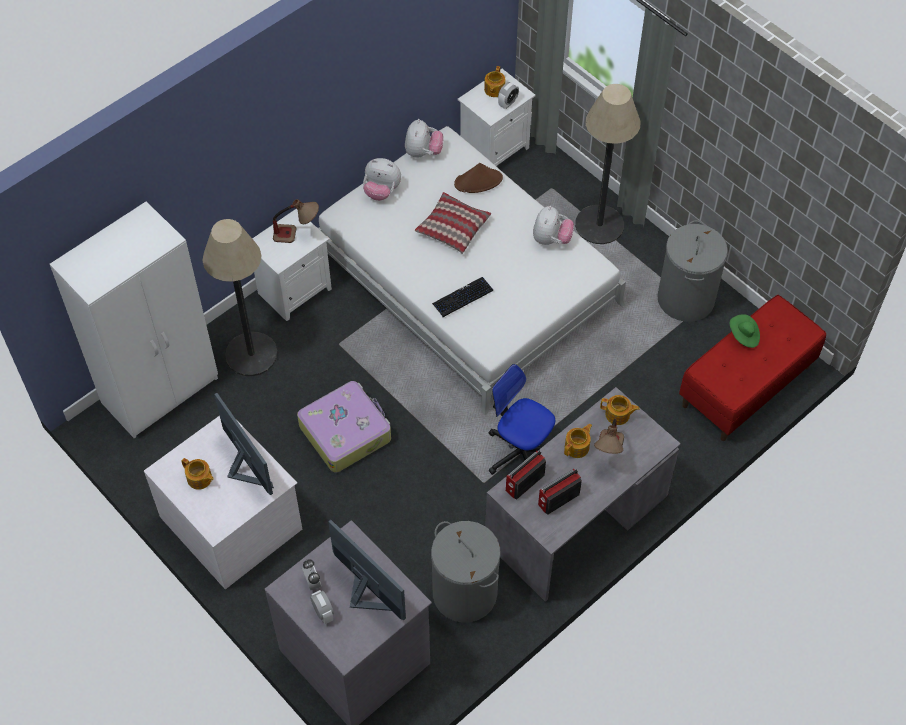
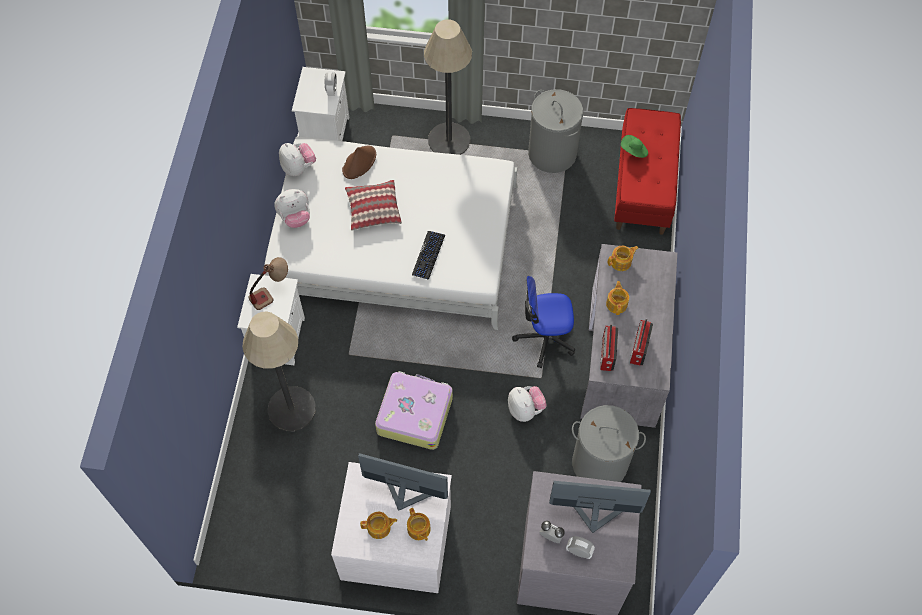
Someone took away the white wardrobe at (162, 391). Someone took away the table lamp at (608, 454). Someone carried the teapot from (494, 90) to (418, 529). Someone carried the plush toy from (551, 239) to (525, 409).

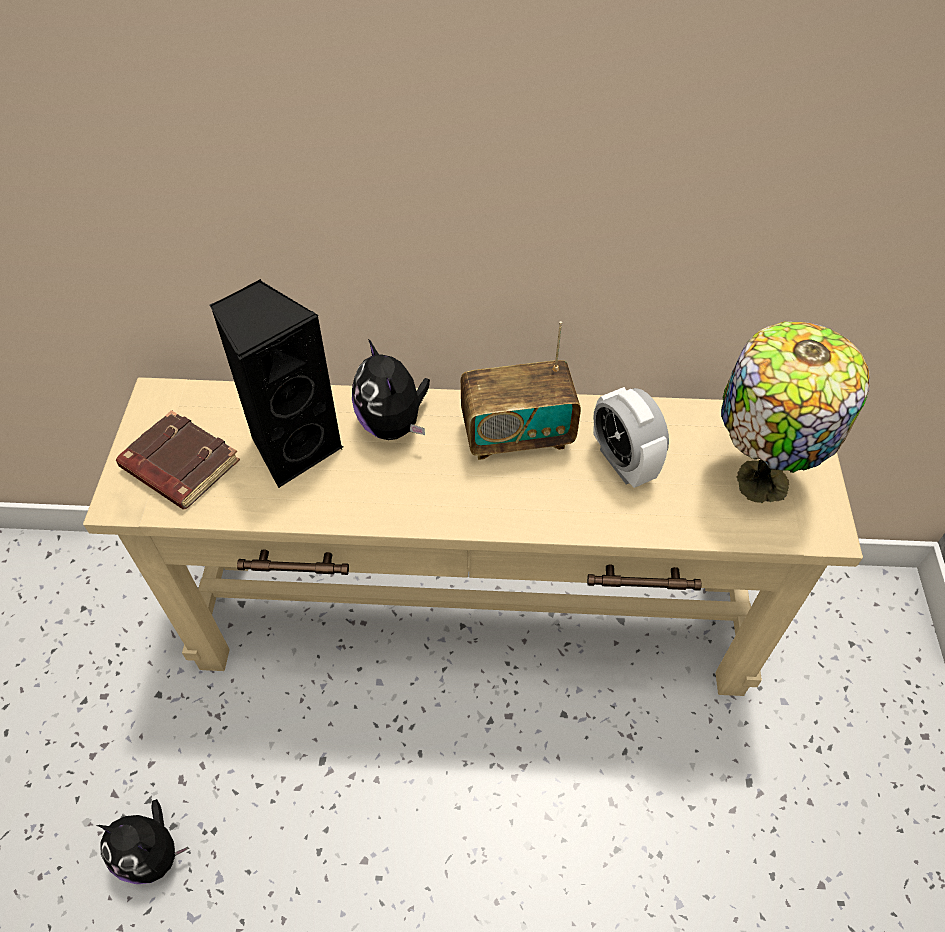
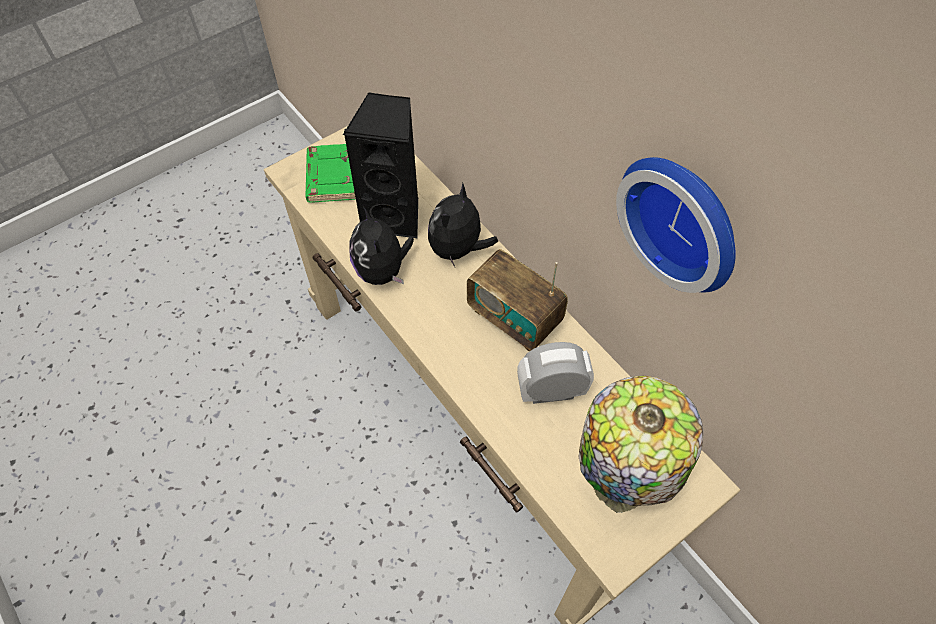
Someone put up the wall clock at (684, 219). Someone carried the plush toy from (152, 854) to (382, 271). Someone repainted the brown book at (178, 466), which became the green book at (334, 177). Someone rotated the alarm clock at (623, 462) by 60 degrees clockwise.

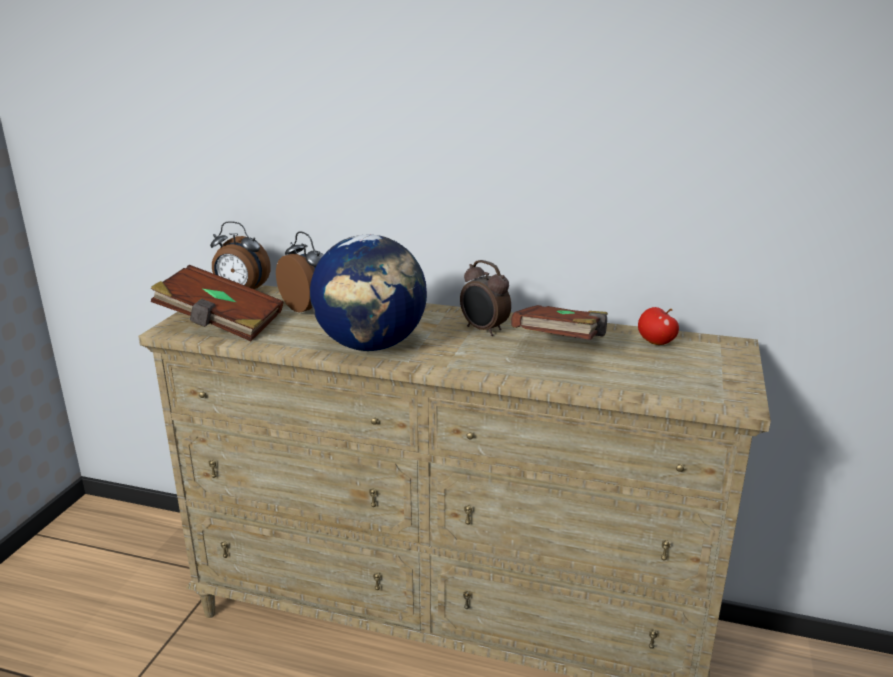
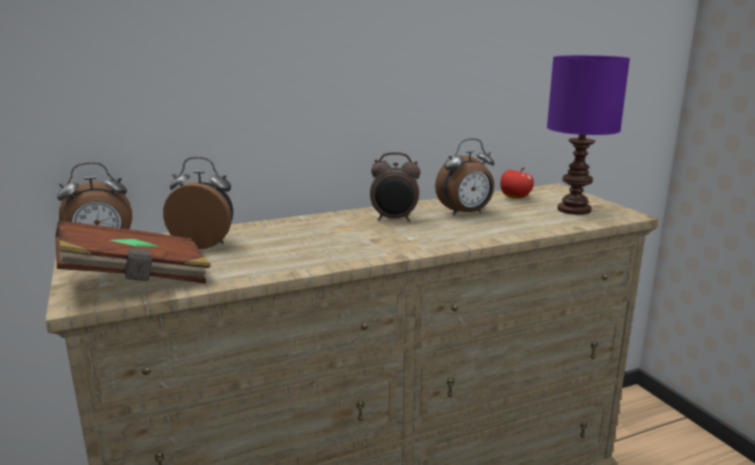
Someone took away the globe at (371, 346). Someone put down the purple table lamp at (575, 209). Someone swapped the brown book at (562, 344) for the alarm clock at (465, 213).

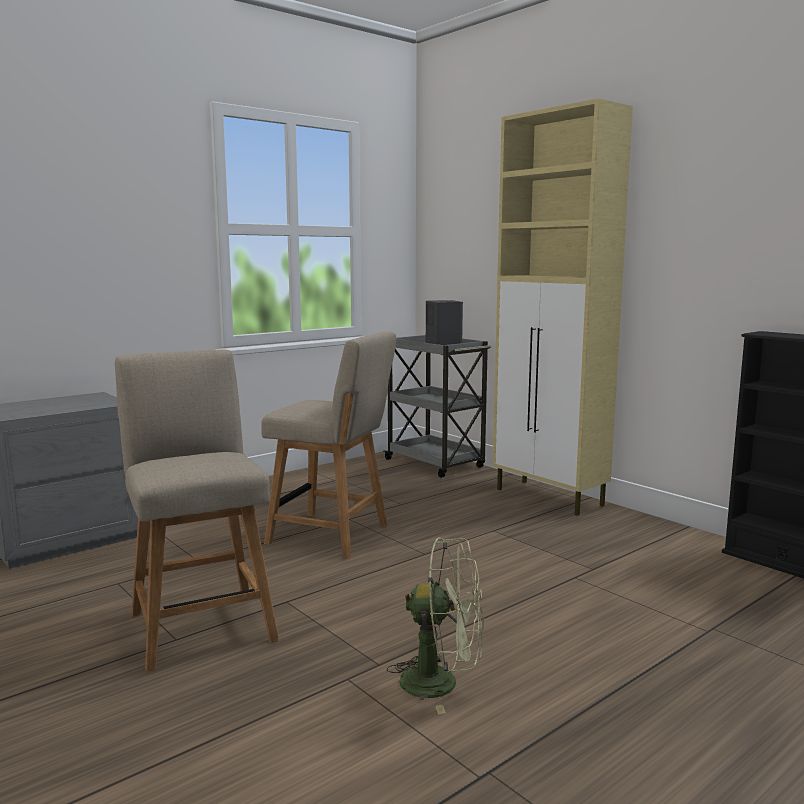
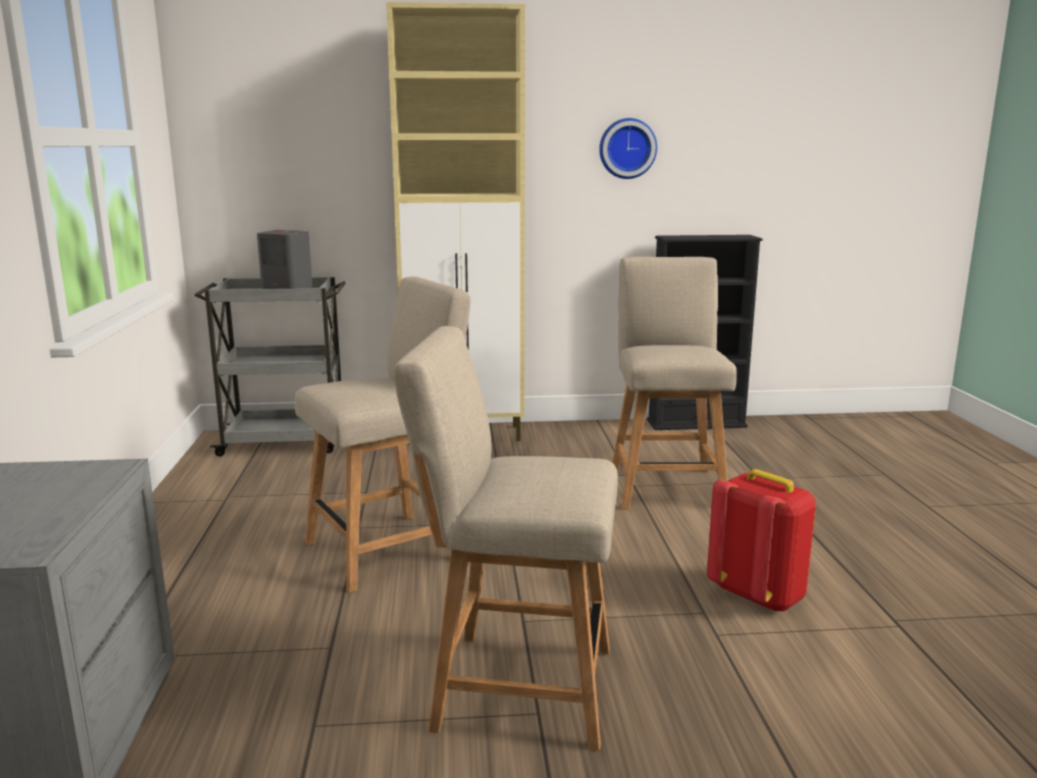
Someone put up the wall clock at (627, 148). Someone put down the beige chair at (665, 486). Someone swapped the green fan at (442, 683) for the red backpack at (758, 595).

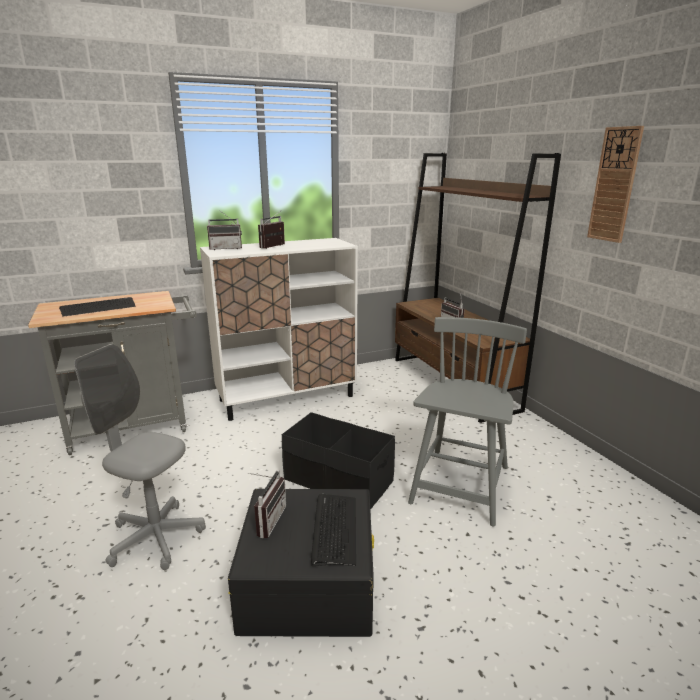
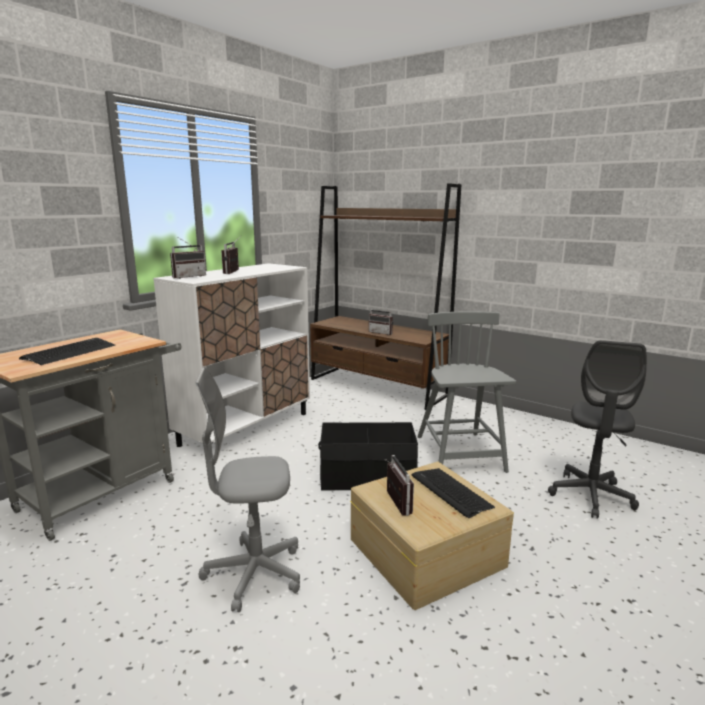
Someone took away the wall clock at (614, 185). Someone put down the grey office chair at (591, 496). Someone repainted the black storage box at (309, 580), which became the beige storage box at (425, 551).

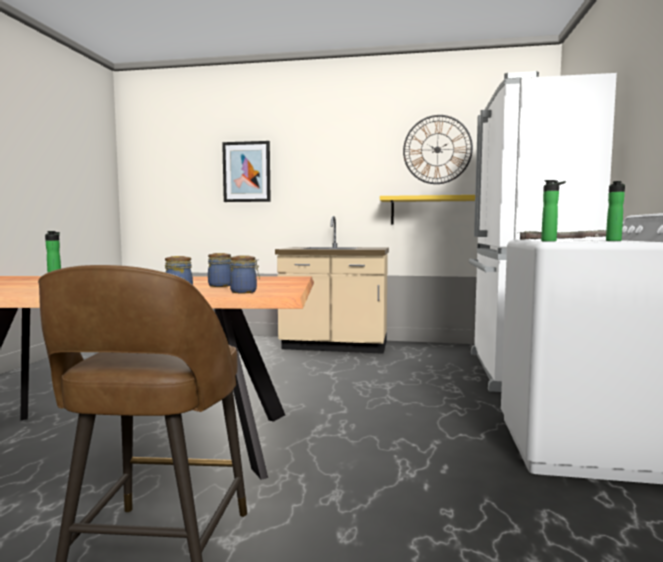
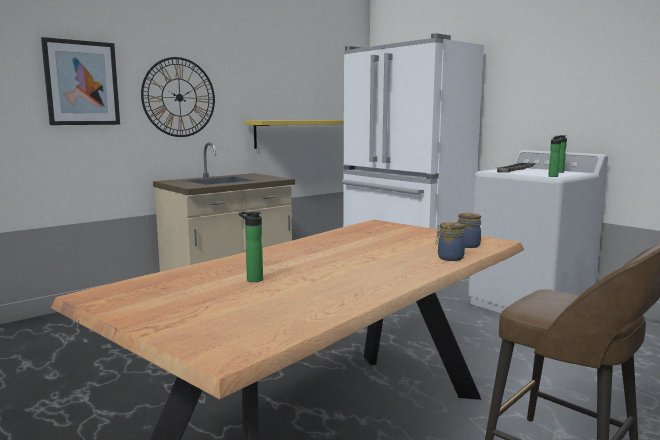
Someone took away the jar at (221, 285). Someone carried the wall clock from (437, 149) to (179, 97).

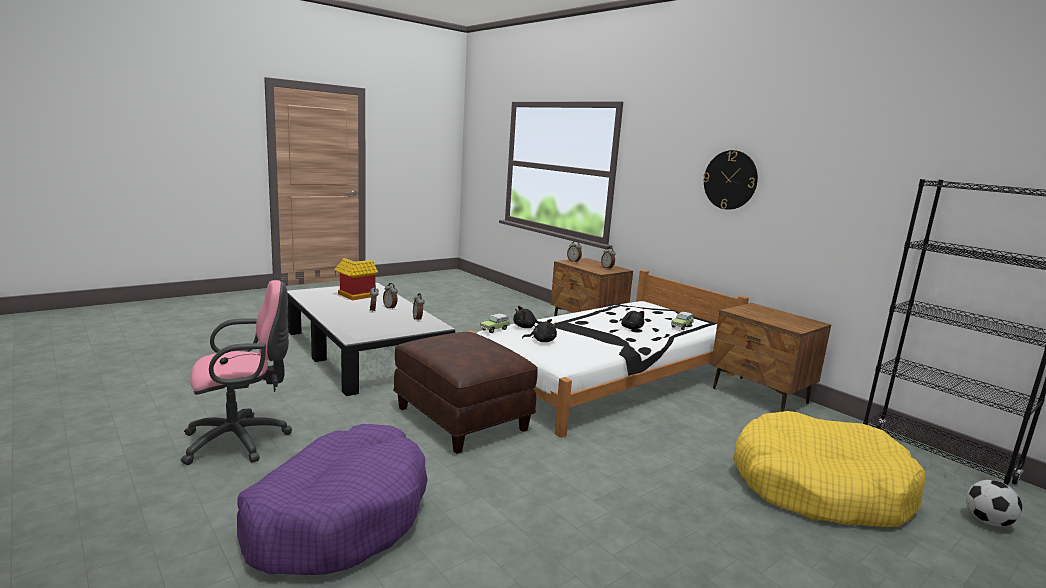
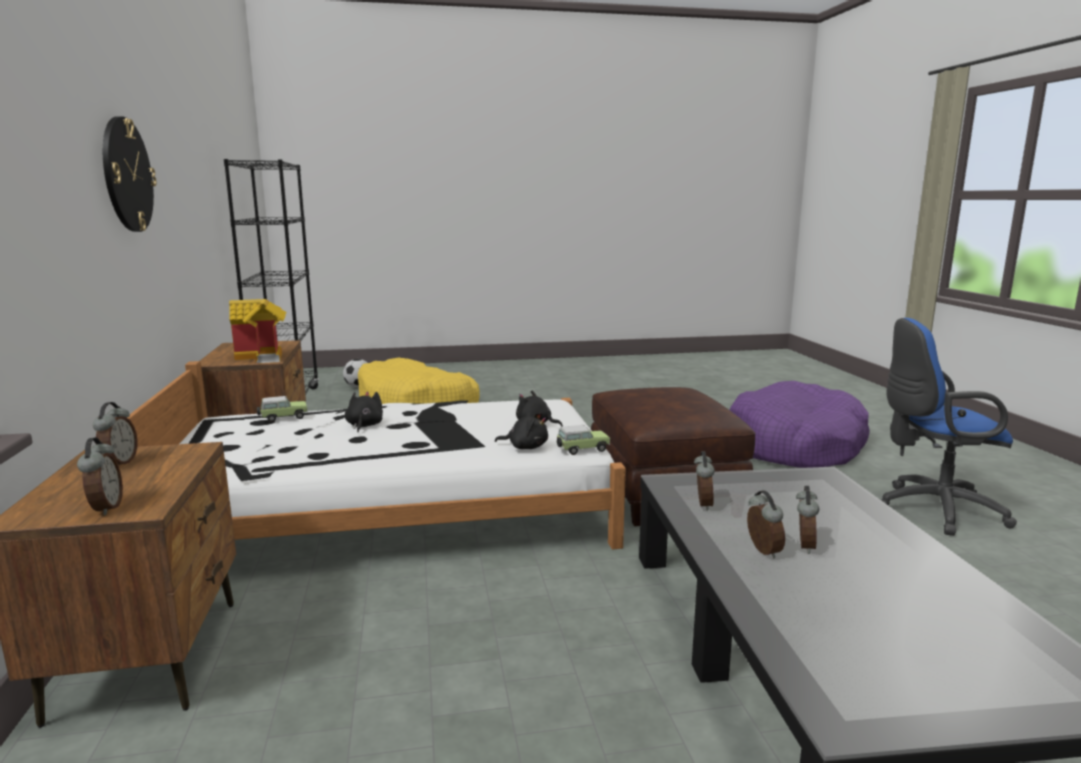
Someone carried the toy house from (354, 296) to (265, 357). Someone repainted the pink office chair at (242, 440), which became the blue office chair at (932, 510).

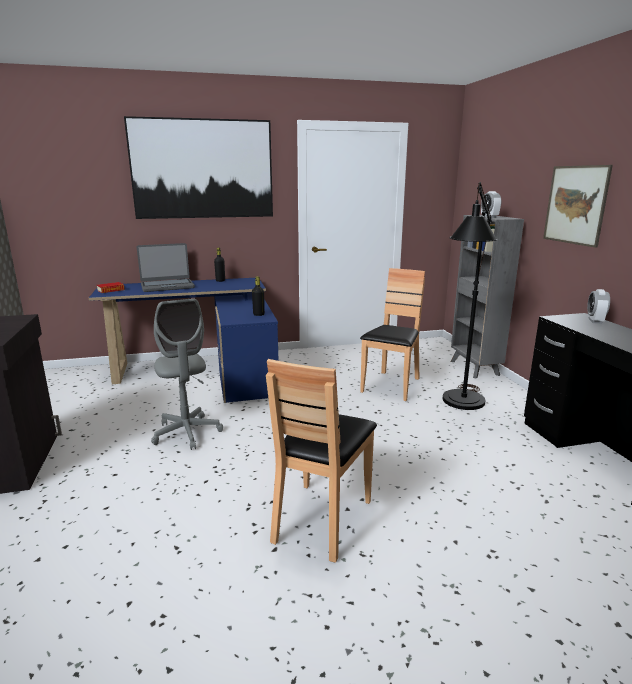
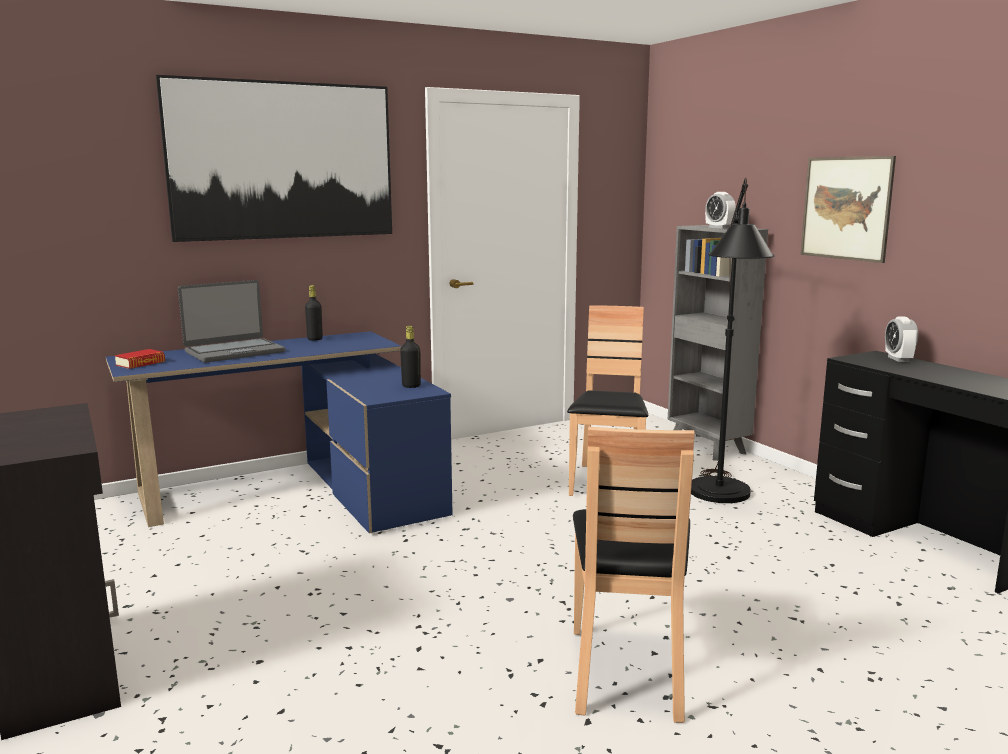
Someone took away the grey office chair at (187, 433).

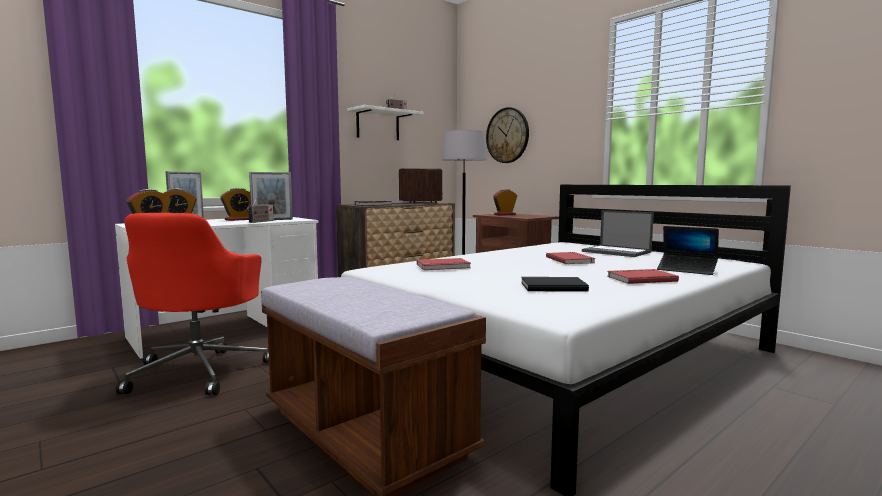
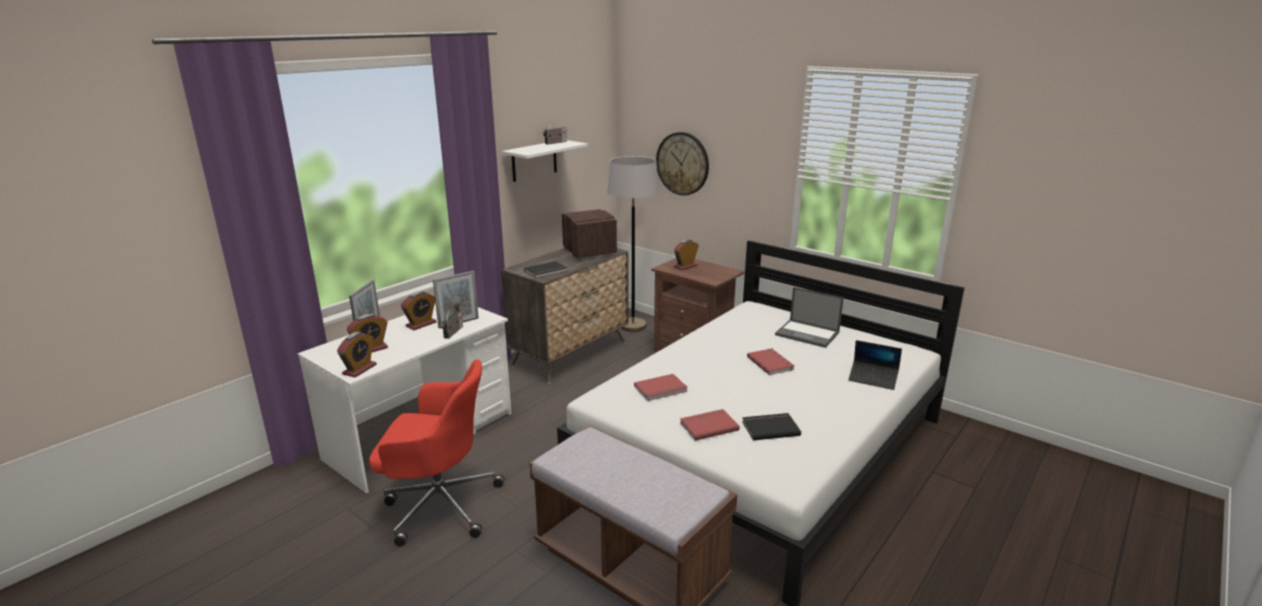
Someone carried the red book from (640, 278) to (708, 426). Someone rotated the red office chair at (200, 371) by 75 degrees counterclockwise.

